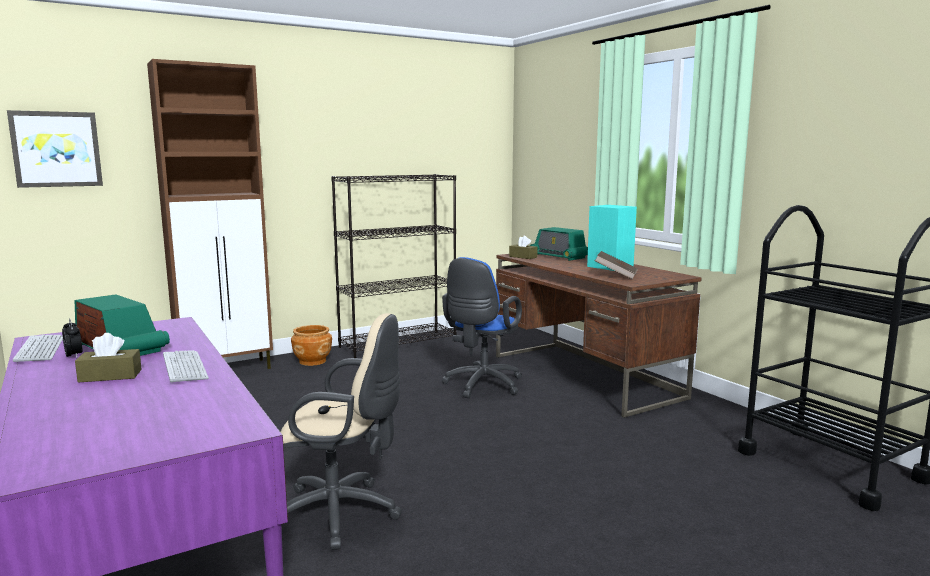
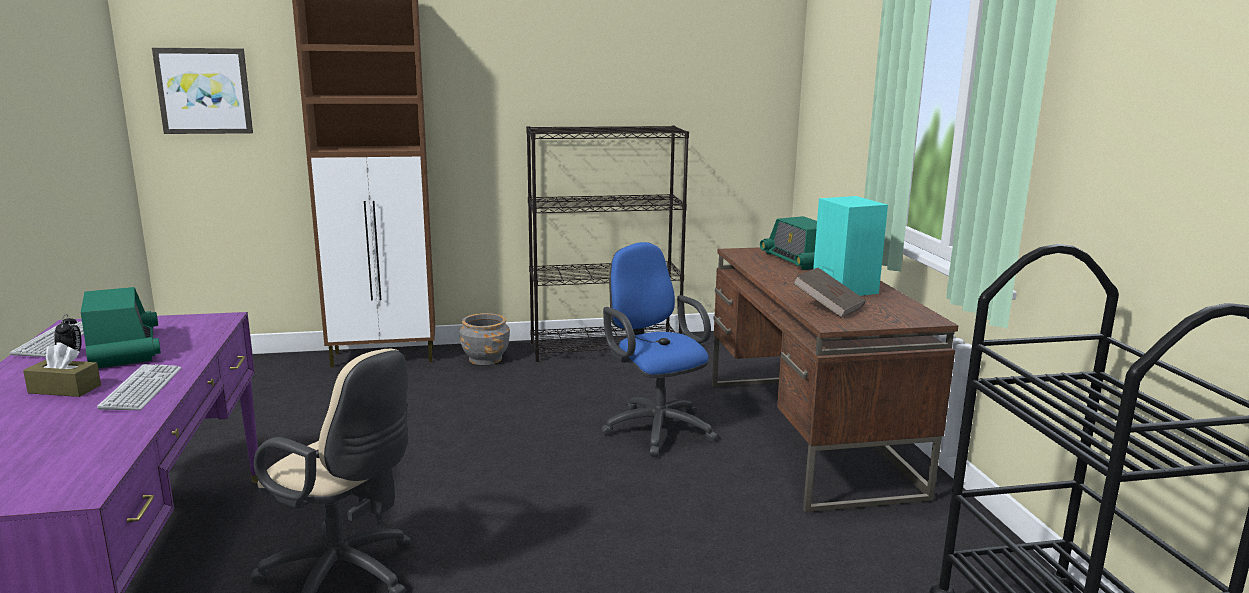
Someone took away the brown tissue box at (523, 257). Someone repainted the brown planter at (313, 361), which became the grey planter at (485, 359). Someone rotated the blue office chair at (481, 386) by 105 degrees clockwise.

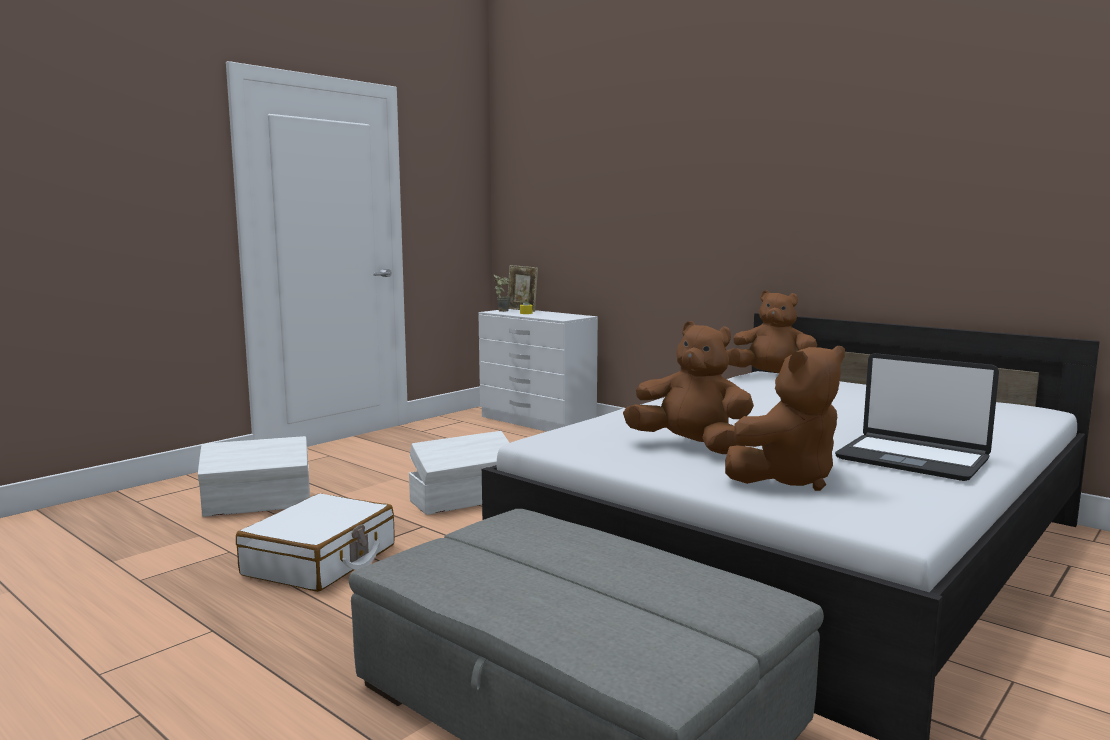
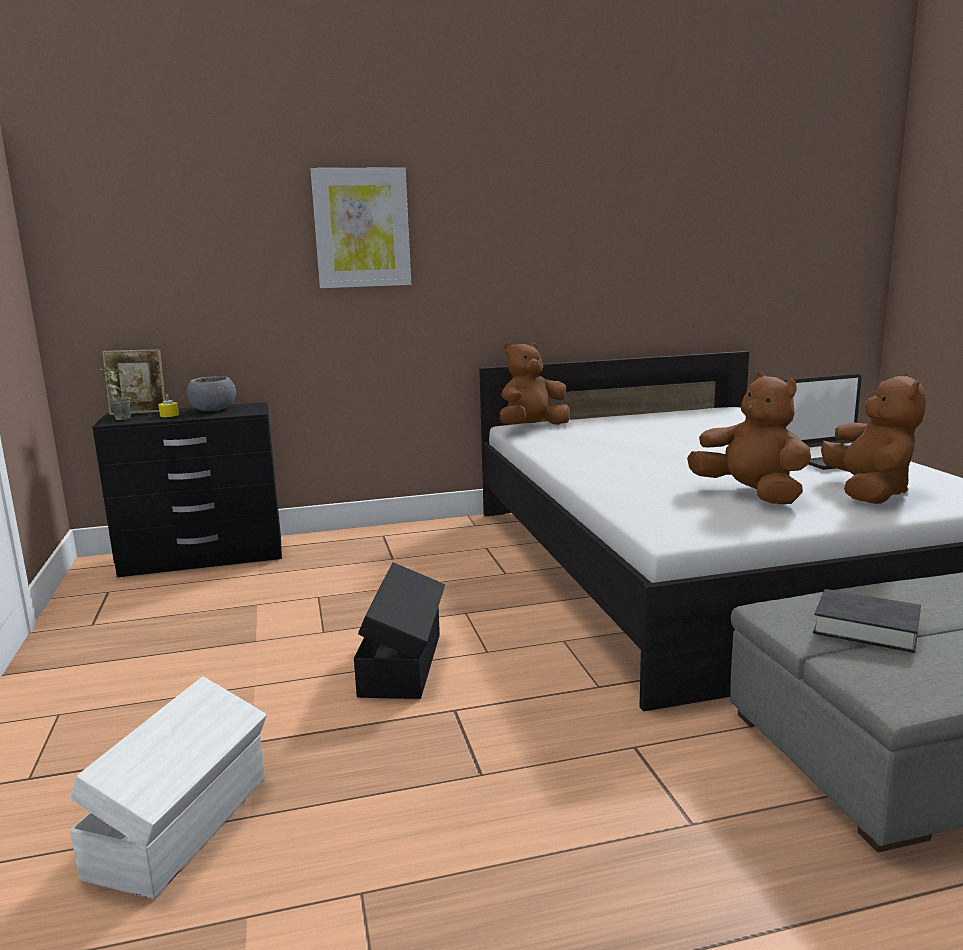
Someone took away the white suitcase at (321, 560). Someone put down the grey bowl at (213, 410). Someone put up the picture at (362, 228). Someone put down the black book at (866, 628). Someone repainted the white storage box at (465, 500), which became the black storage box at (403, 663). Someone repainted the white dresser at (537, 422), which became the black dresser at (204, 557). Someone rotated the brown plush toy at (691, 447) by 75 degrees clockwise.

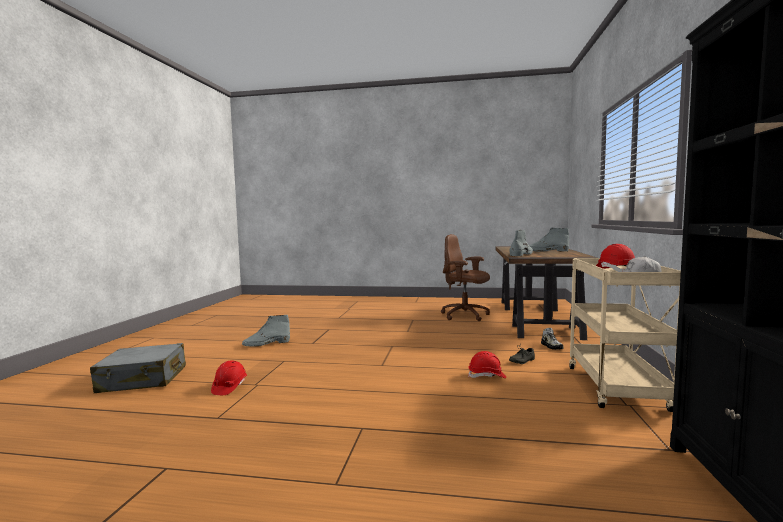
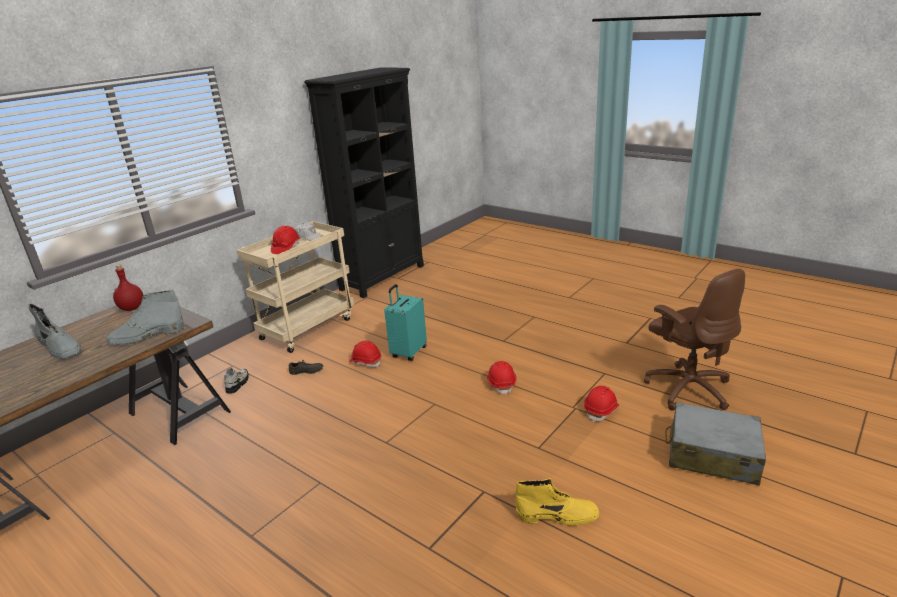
Someone put down the red bottle at (132, 308). Someone put down the turquoise suitcase at (408, 352). Someone put down the red hard hat at (501, 384). Someone carried the brown office chair from (465, 315) to (687, 388). Someone repainted the grey boot at (266, 344), which became the yellow boot at (558, 516).

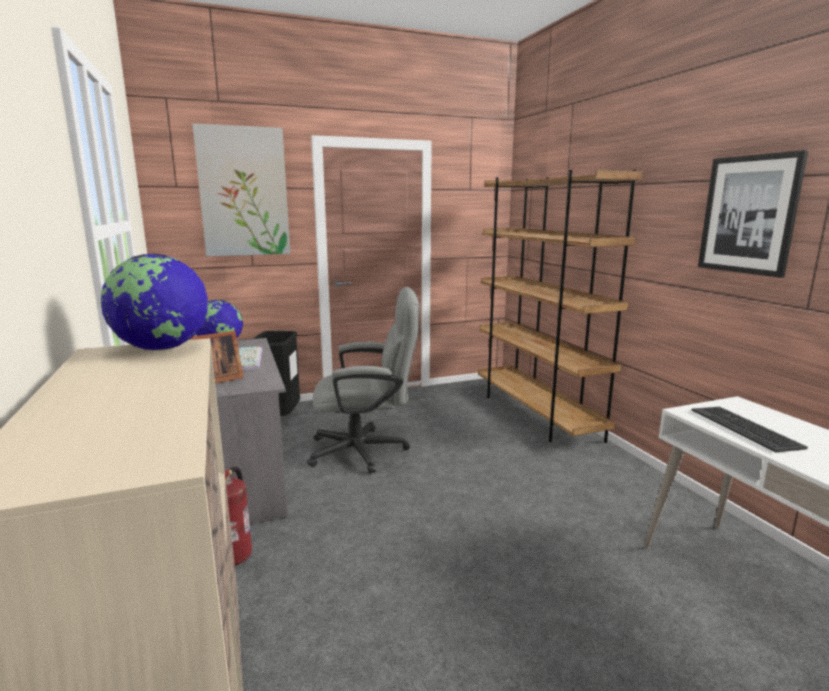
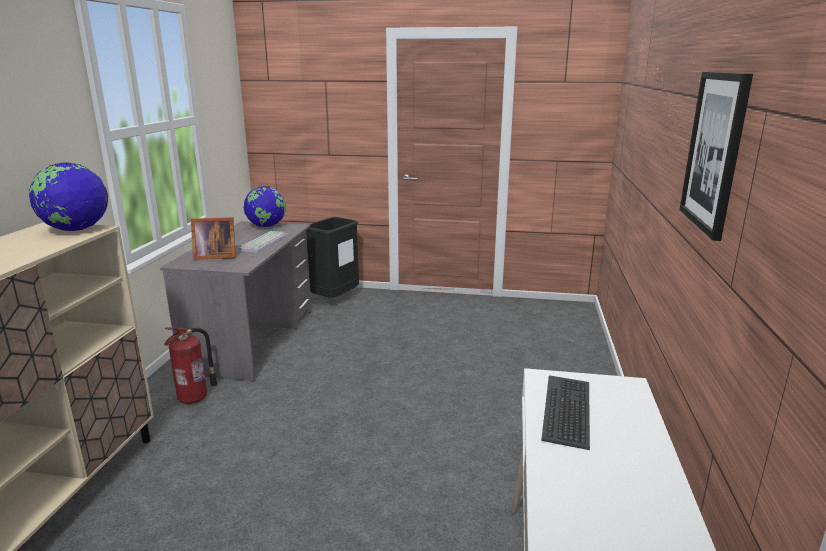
Someone took away the picture at (243, 192). Someone took away the grey office chair at (368, 450). Someone took away the brown bookcase at (536, 414).

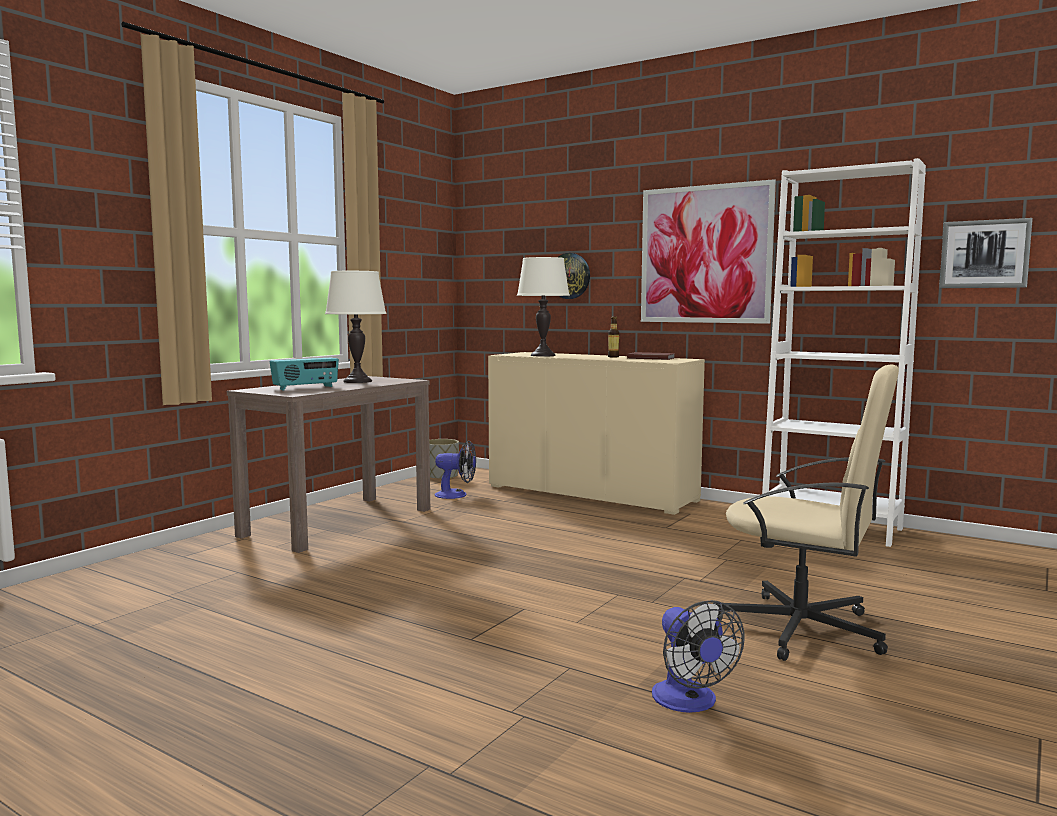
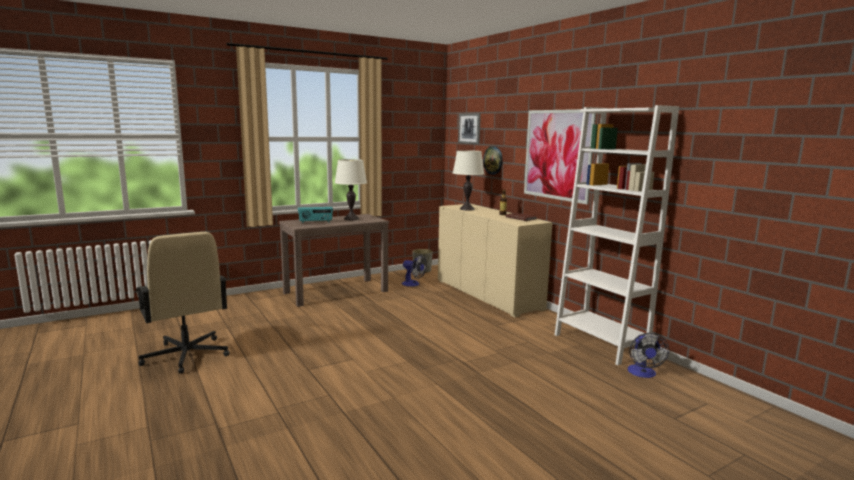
Someone carried the fan from (689, 702) to (643, 374). Someone carried the beige office chair from (802, 629) to (186, 356). Someone carried the picture from (984, 254) to (469, 128).

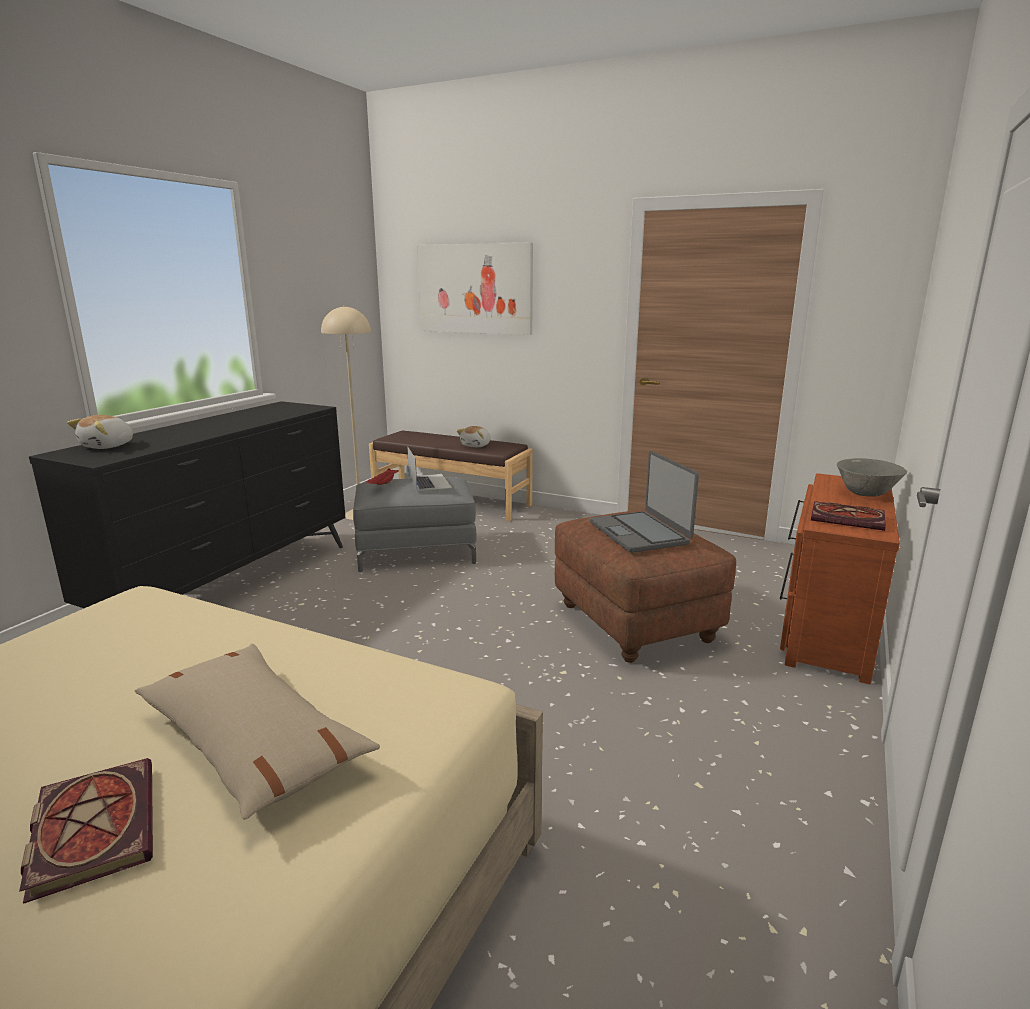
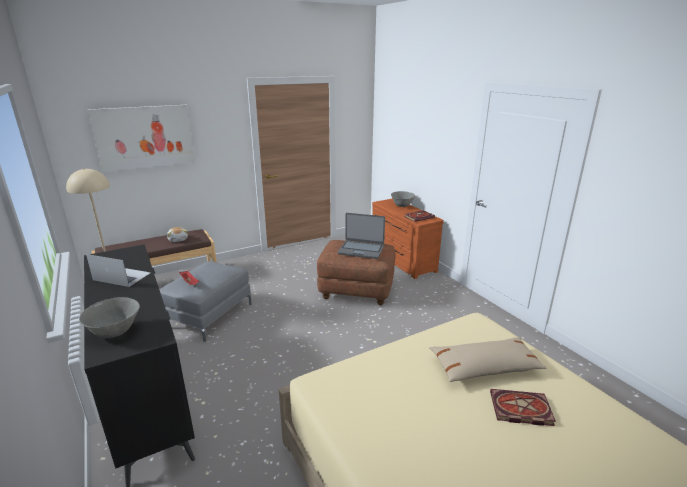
Someone carried the laptop from (429, 482) to (121, 276). Someone swapped the plush toy at (108, 446) for the grey bowl at (115, 332).

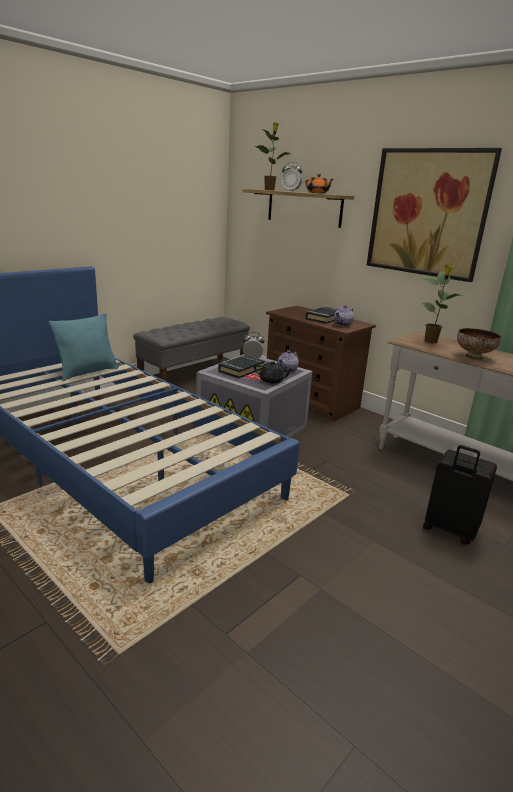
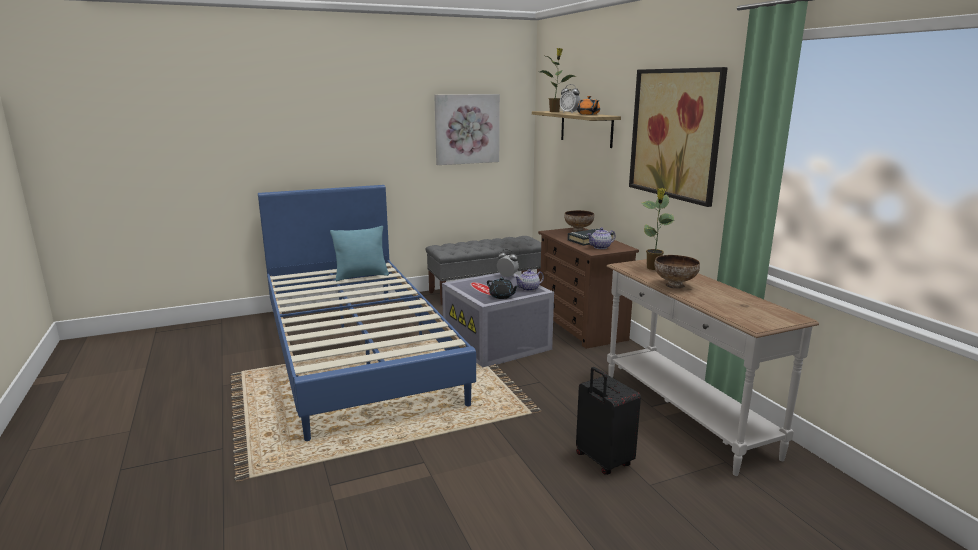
Someone took away the black book at (241, 369). Someone put up the picture at (467, 129). Someone put down the bowl at (578, 231).

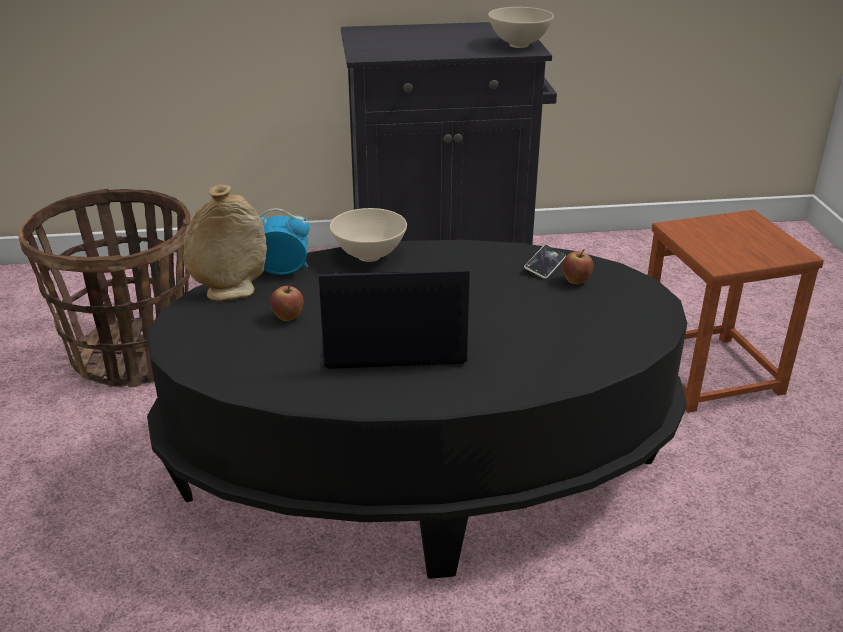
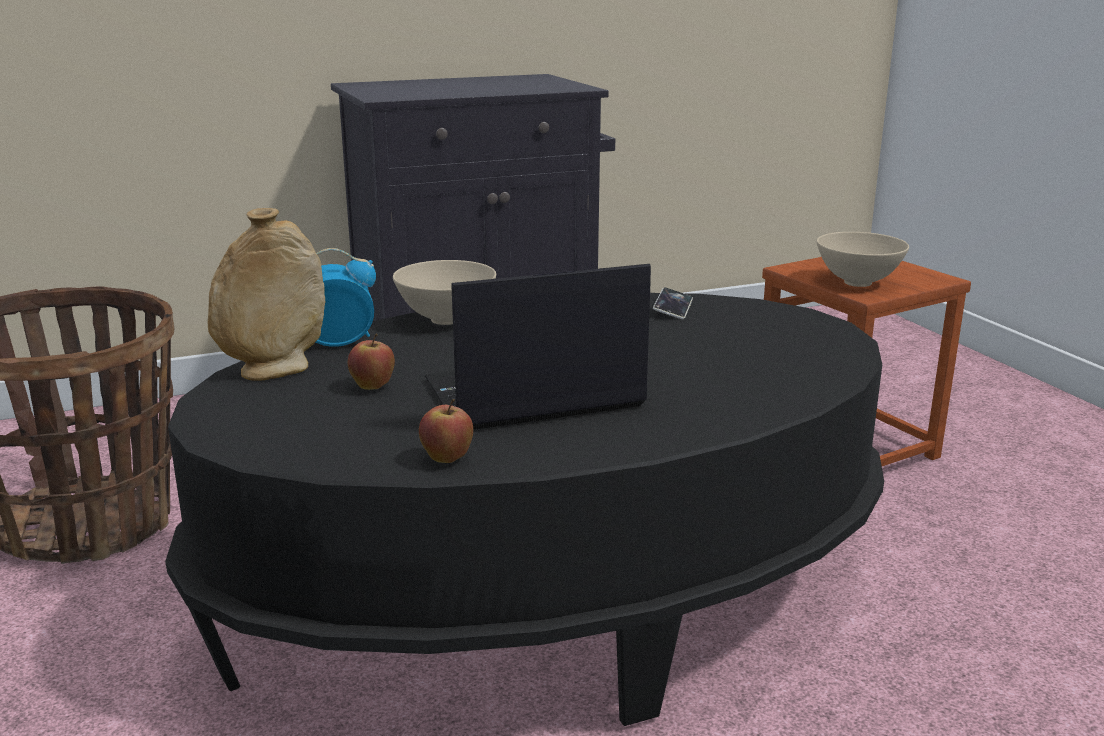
Someone carried the beige bowl from (518, 45) to (858, 283). Someone carried the apple from (576, 282) to (447, 459).

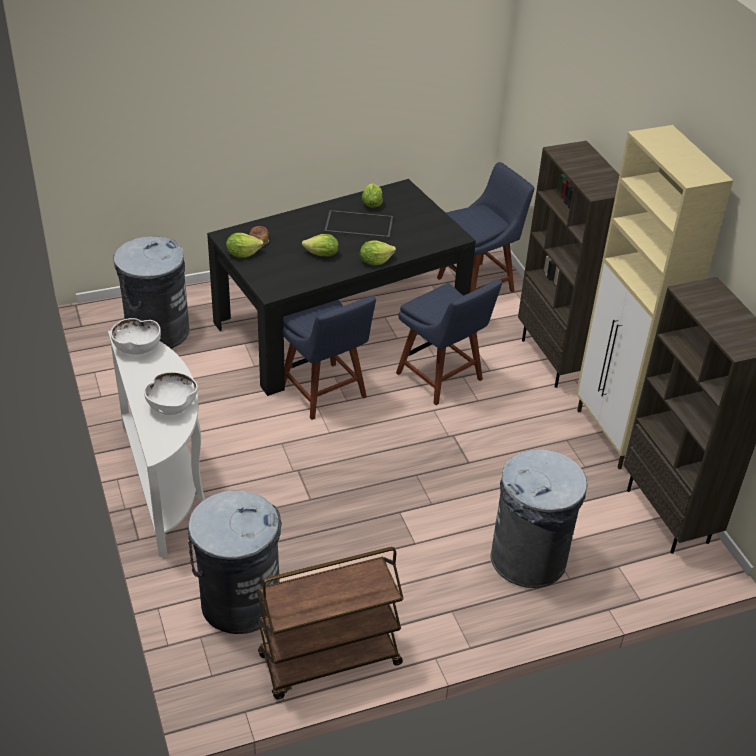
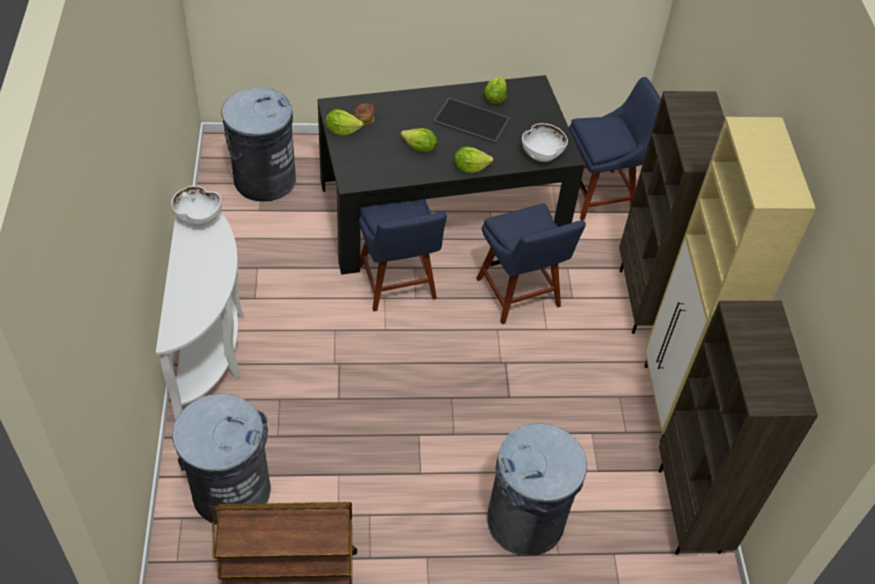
Someone carried the white bowl from (172, 405) to (541, 153).

